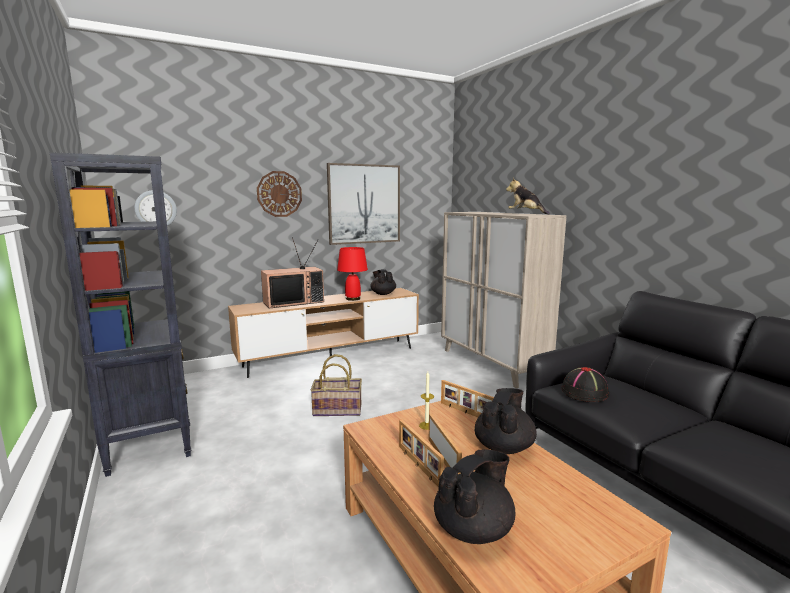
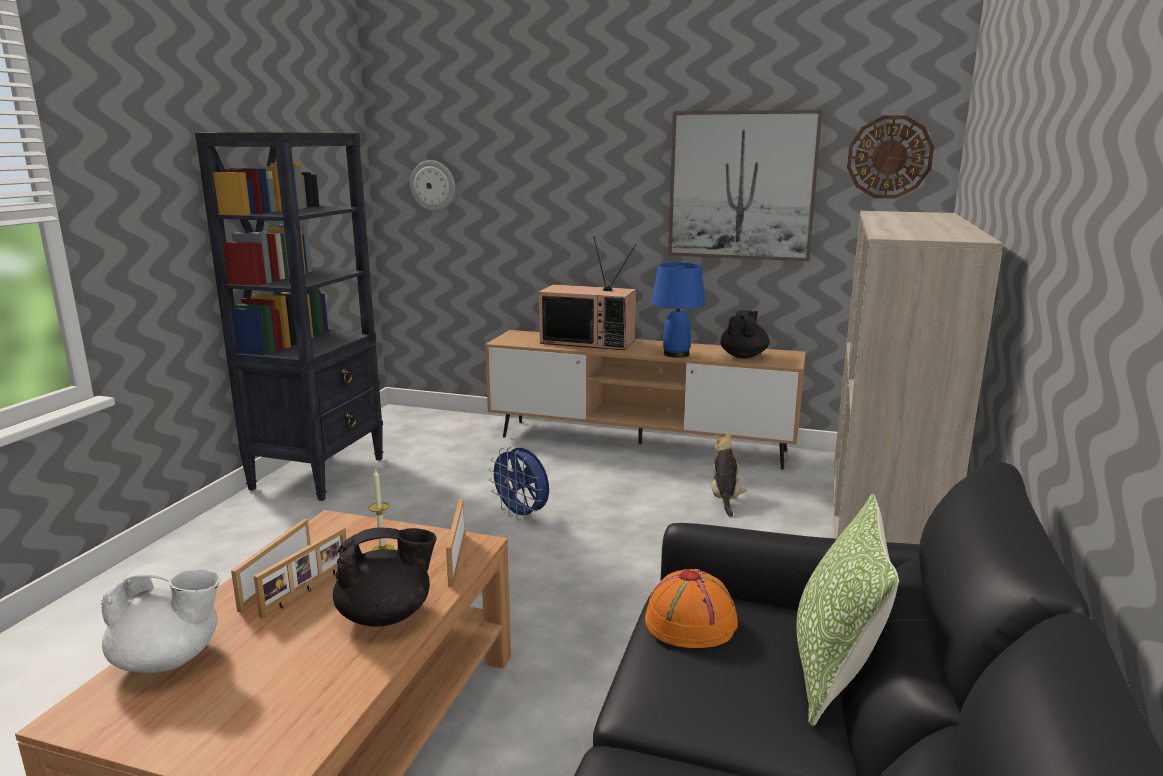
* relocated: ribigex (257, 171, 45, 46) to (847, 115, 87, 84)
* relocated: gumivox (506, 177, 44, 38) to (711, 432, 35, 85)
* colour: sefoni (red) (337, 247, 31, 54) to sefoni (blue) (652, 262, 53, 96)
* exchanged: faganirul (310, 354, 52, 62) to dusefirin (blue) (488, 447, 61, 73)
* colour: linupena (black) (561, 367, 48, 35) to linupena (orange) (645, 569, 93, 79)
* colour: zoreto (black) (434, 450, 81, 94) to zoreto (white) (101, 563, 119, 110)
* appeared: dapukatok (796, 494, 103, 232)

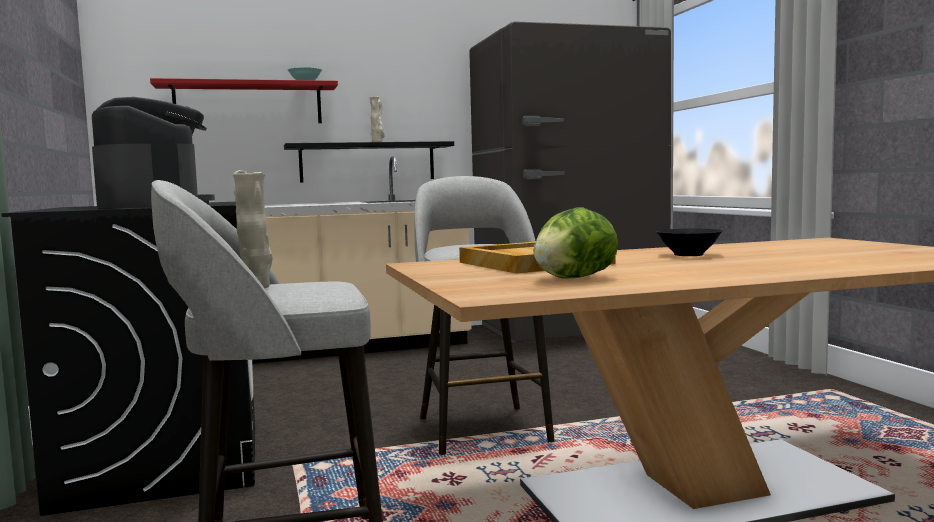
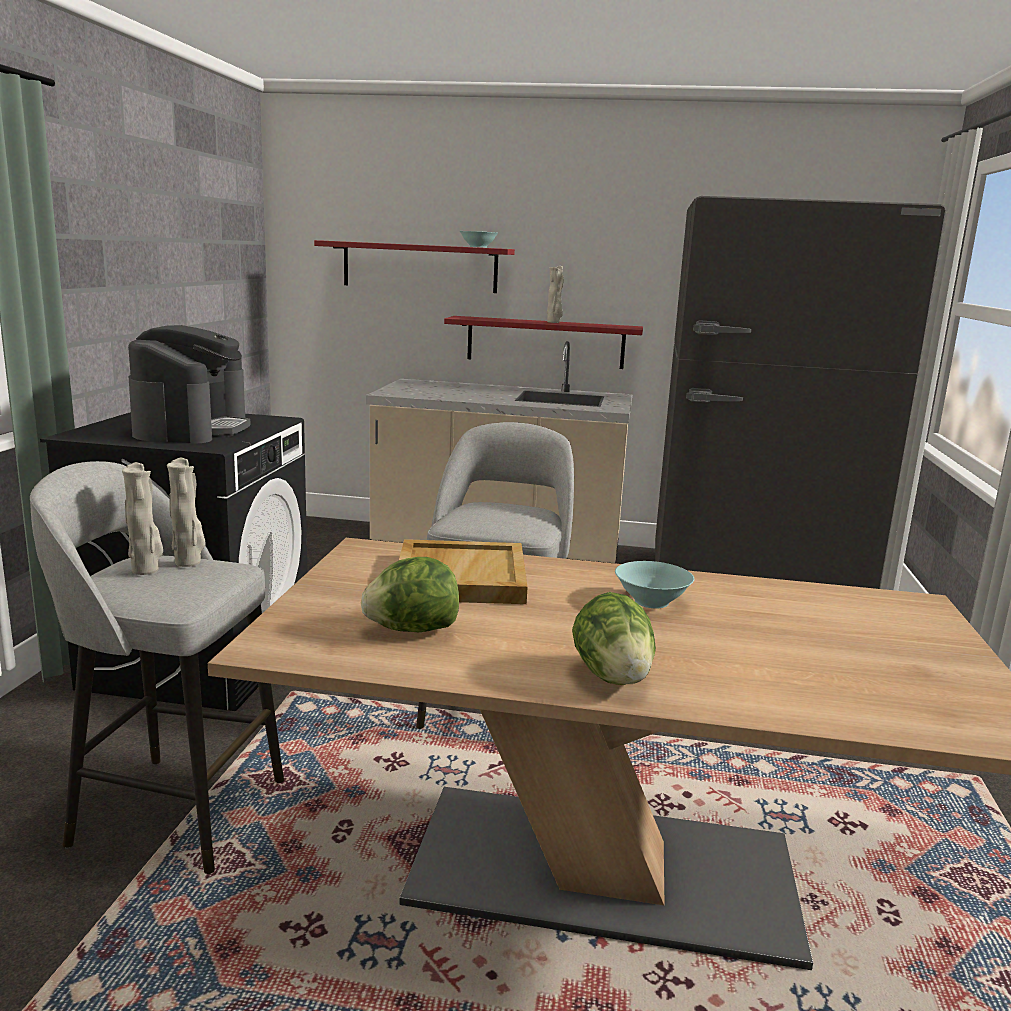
* colour: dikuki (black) (284, 141, 170, 42) to dikuki (red) (444, 316, 199, 53)
* colour: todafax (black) (656, 229, 67, 27) to todafax (turquoise) (615, 561, 79, 47)
* appeared: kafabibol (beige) (167, 458, 38, 109)
* appeared: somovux (572, 592, 84, 93)

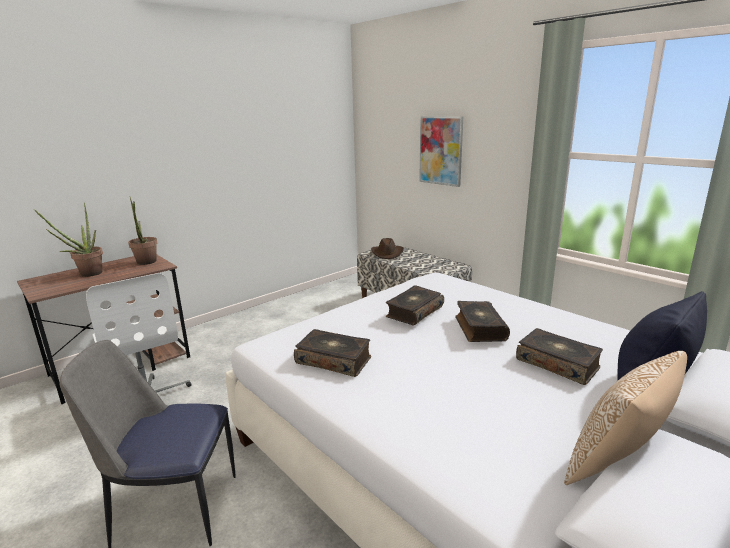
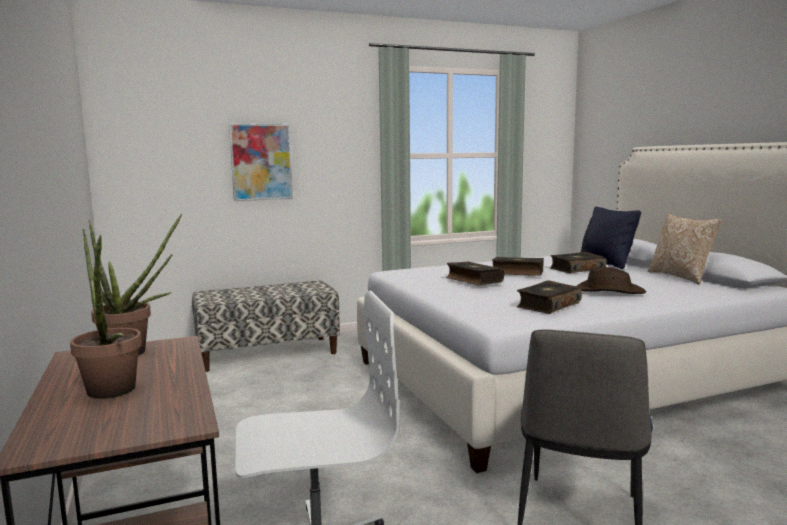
* relocated: linupena (brown) (371, 238, 33, 21) to (577, 267, 69, 27)

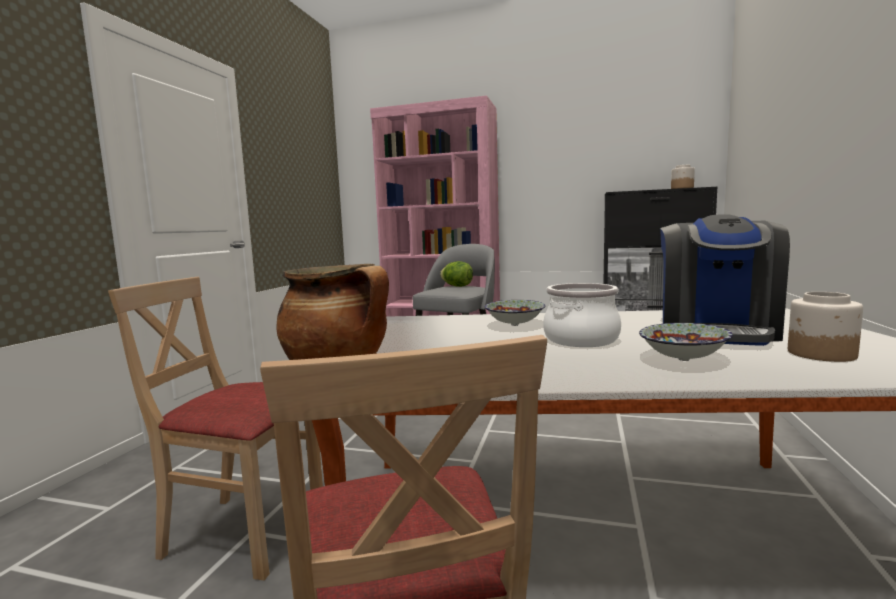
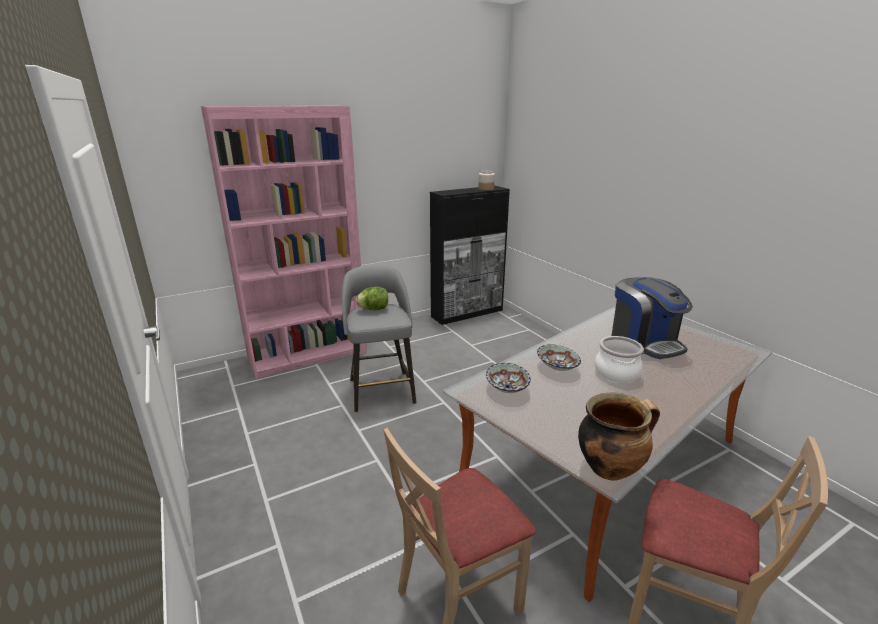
* missing: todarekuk (788, 292, 75, 70)
* relocated: todafax (639, 323, 94, 38) to (486, 363, 45, 30)

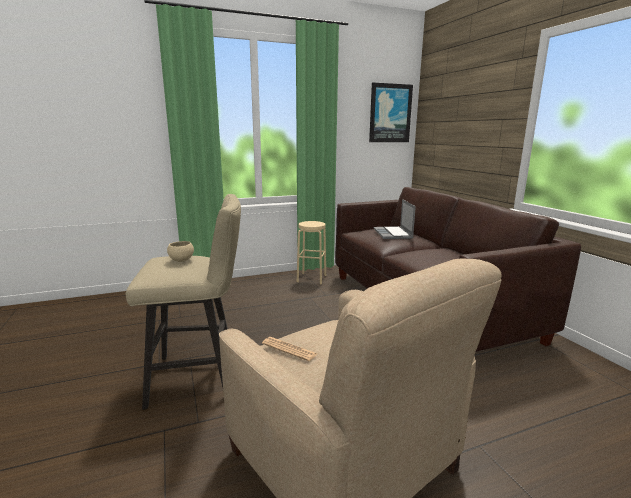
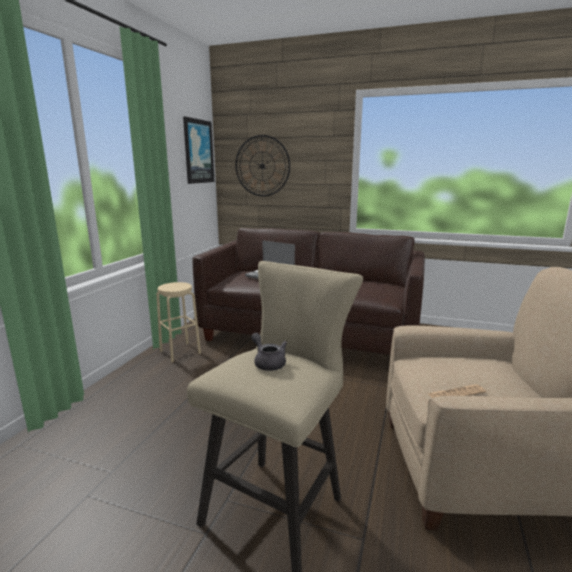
* exchanged: todafax (beige) (167, 241, 27, 21) to zoreto (grey) (251, 333, 36, 38)
* appeared: ribigex (235, 135, 55, 61)

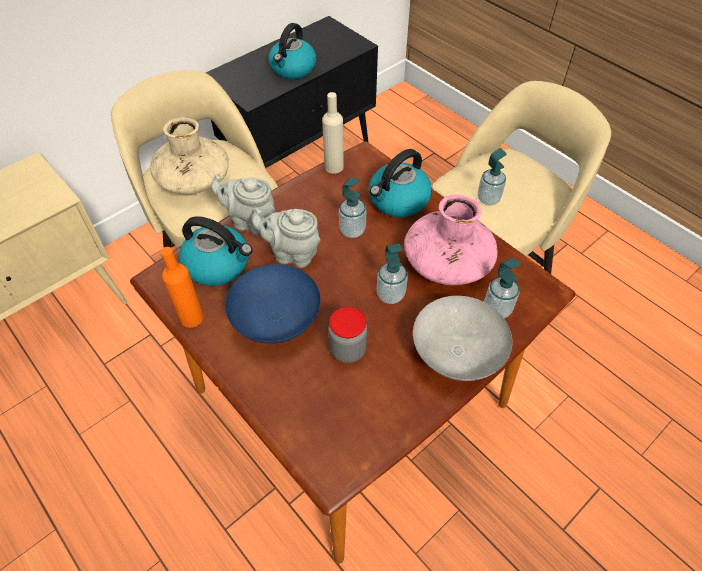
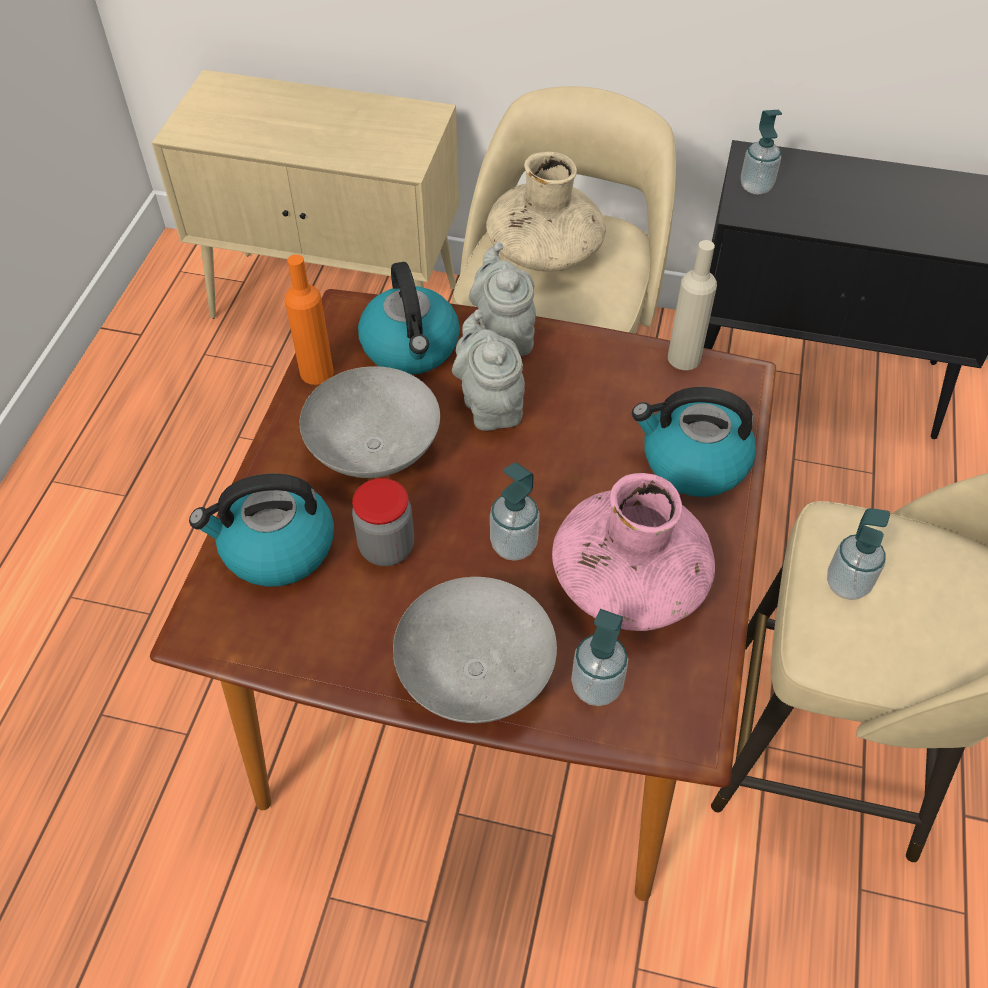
* relocated: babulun (268, 23, 48, 56) to (189, 474, 145, 113)
* relocated: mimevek (339, 178, 27, 60) to (741, 110, 41, 84)
* colour: todafax (blue) (225, 264, 95, 80) to todafax (grey) (299, 366, 141, 112)

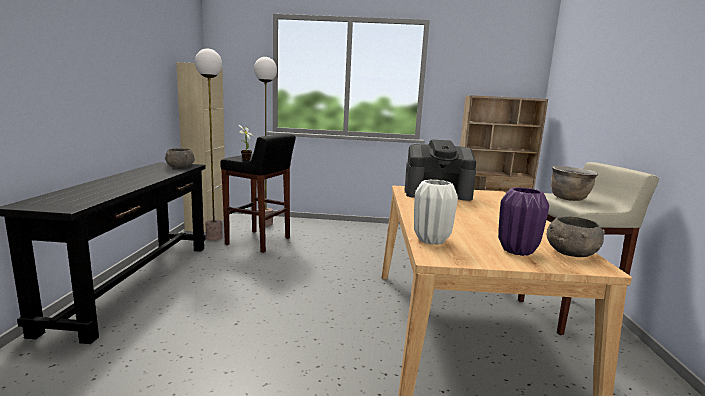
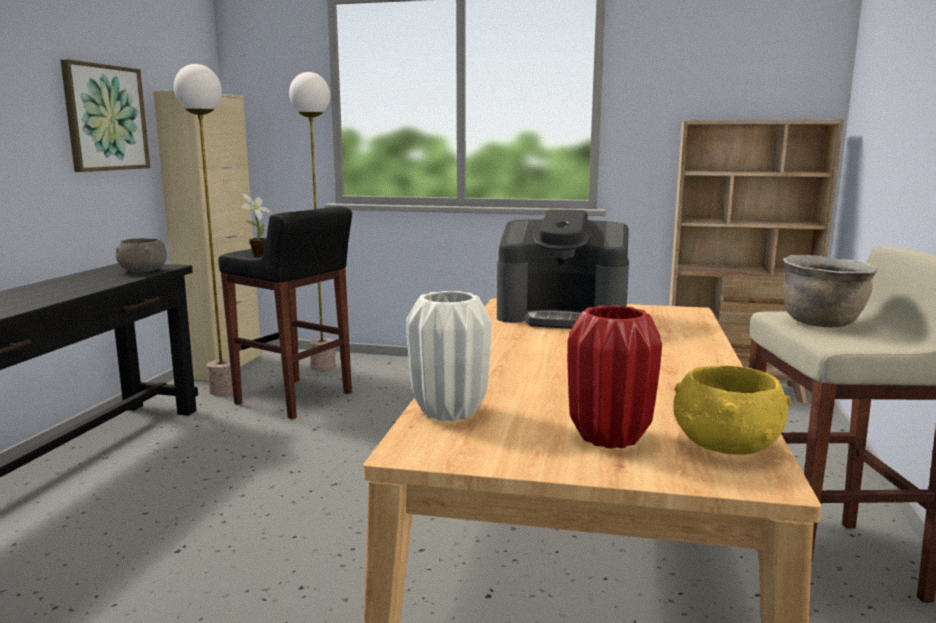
* colour: kafabibol (purple) (498, 187, 51, 69) to kafabibol (red) (567, 305, 95, 144)
* colour: todafax (grey) (547, 216, 58, 41) to todafax (yellow) (673, 365, 118, 90)
* appeared: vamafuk (60, 59, 90, 113)

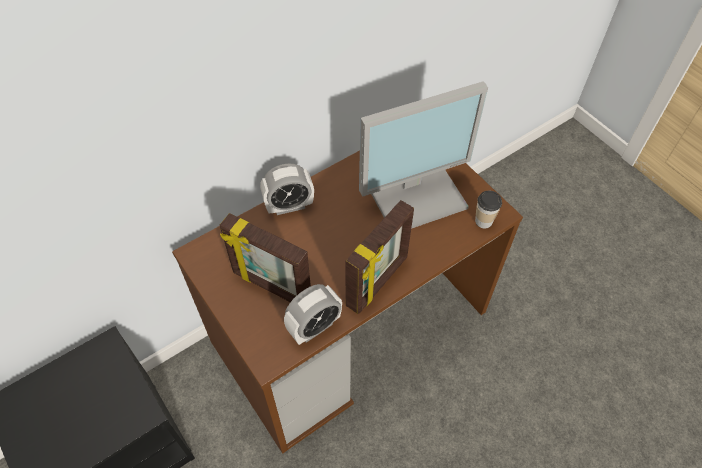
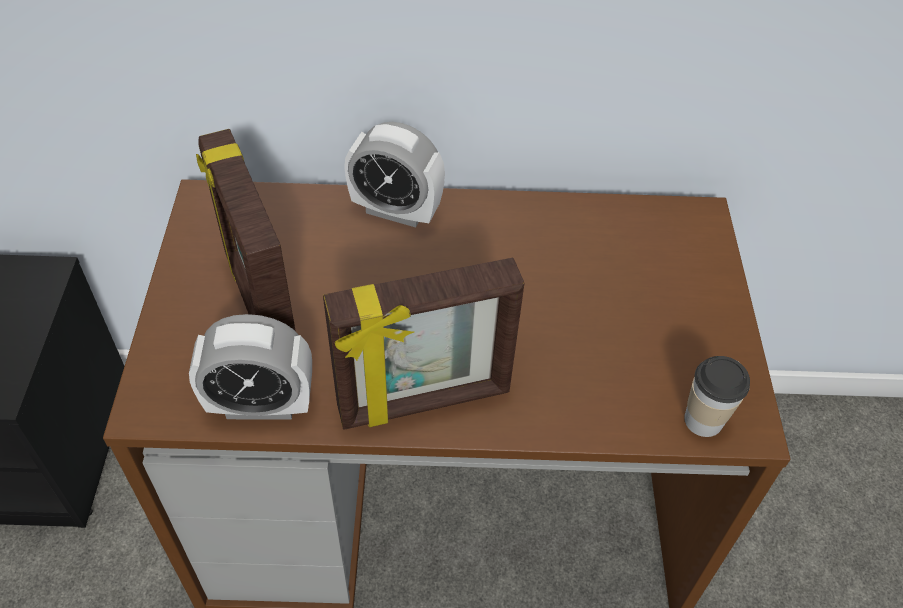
* missing: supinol (359, 81, 129, 148)

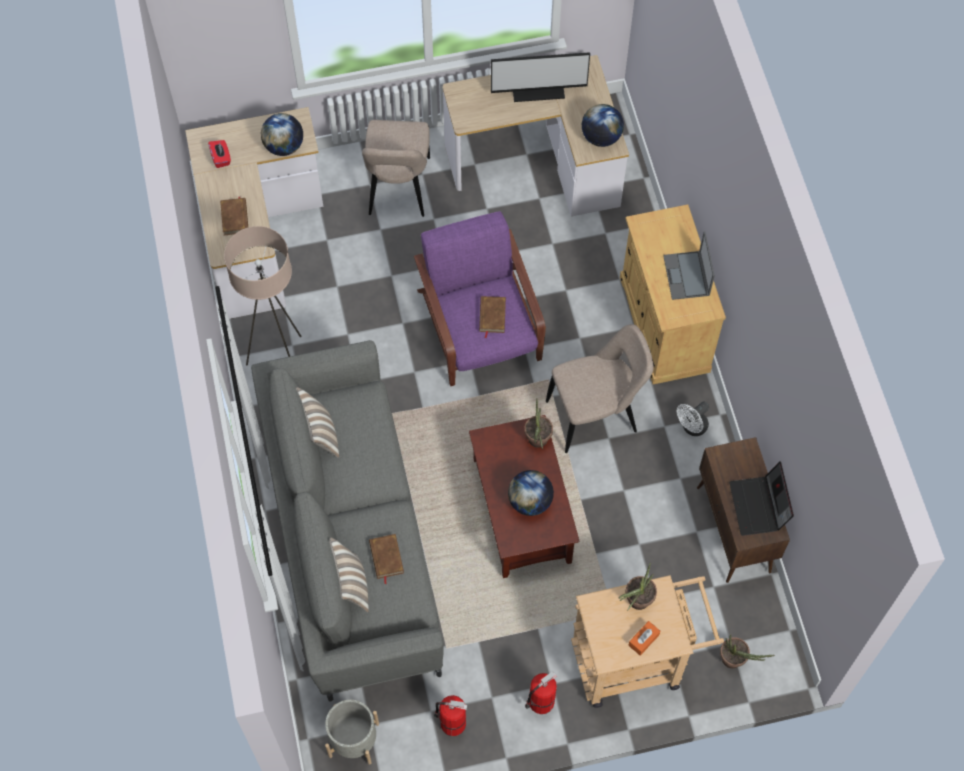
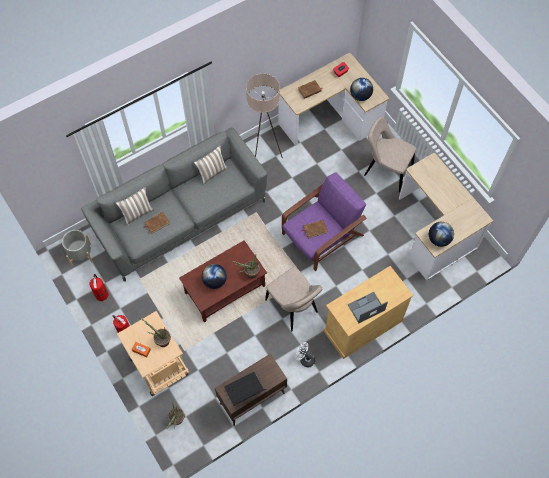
* missing: supinol (491, 52, 99, 50)
* spun: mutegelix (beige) (362, 120, 68, 97) = (364, 116, 52, 76) 45 degrees clockwise

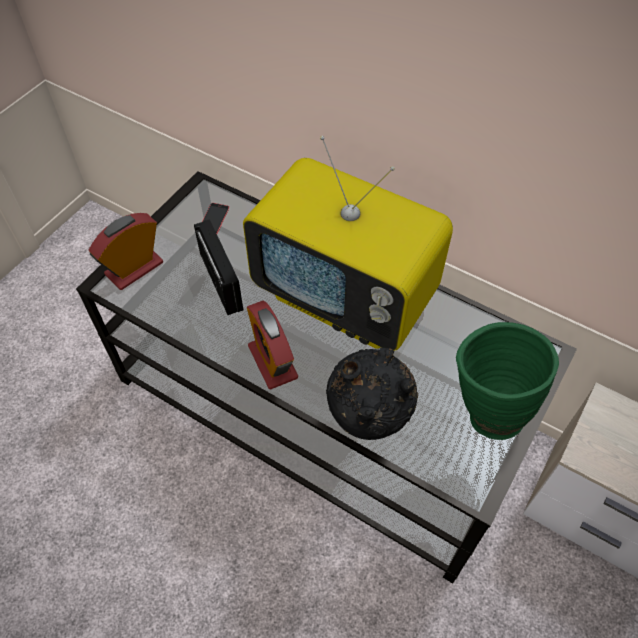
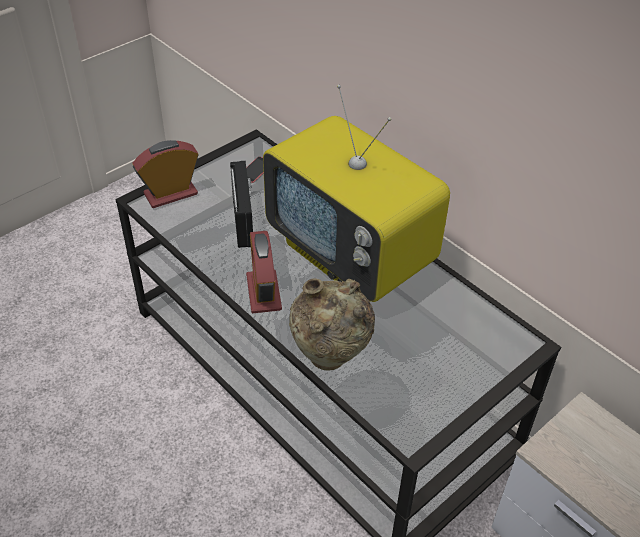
* missing: kafabibol (green) (456, 322, 103, 118)
* colour: kafabibol (black) (326, 348, 92, 92) to kafabibol (beige) (289, 278, 86, 93)

